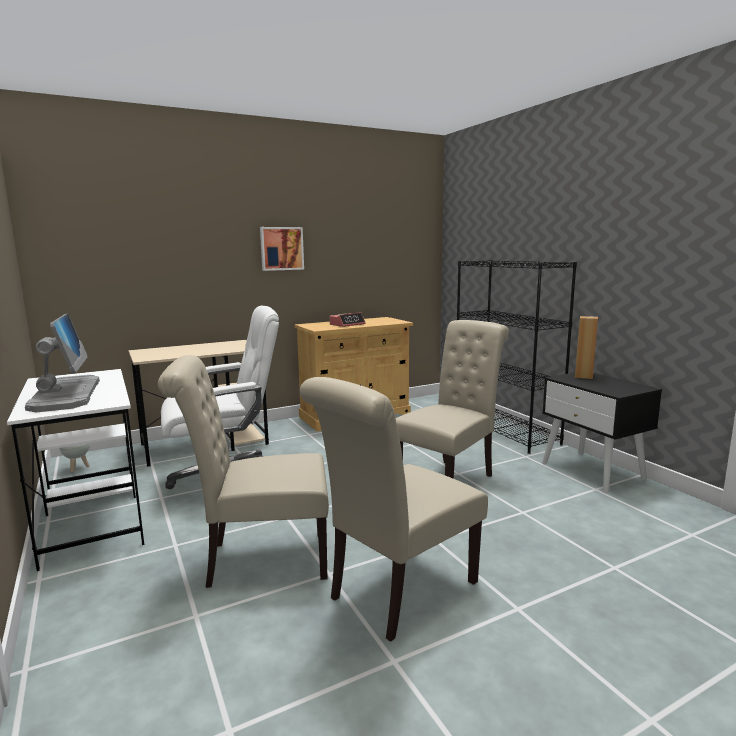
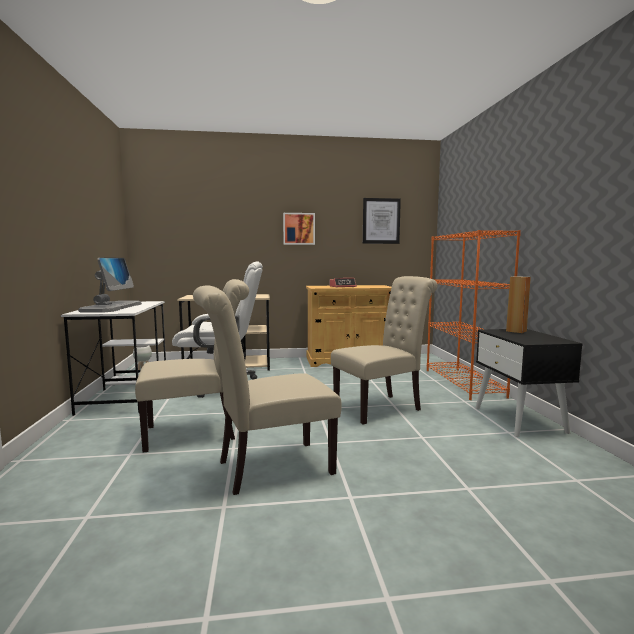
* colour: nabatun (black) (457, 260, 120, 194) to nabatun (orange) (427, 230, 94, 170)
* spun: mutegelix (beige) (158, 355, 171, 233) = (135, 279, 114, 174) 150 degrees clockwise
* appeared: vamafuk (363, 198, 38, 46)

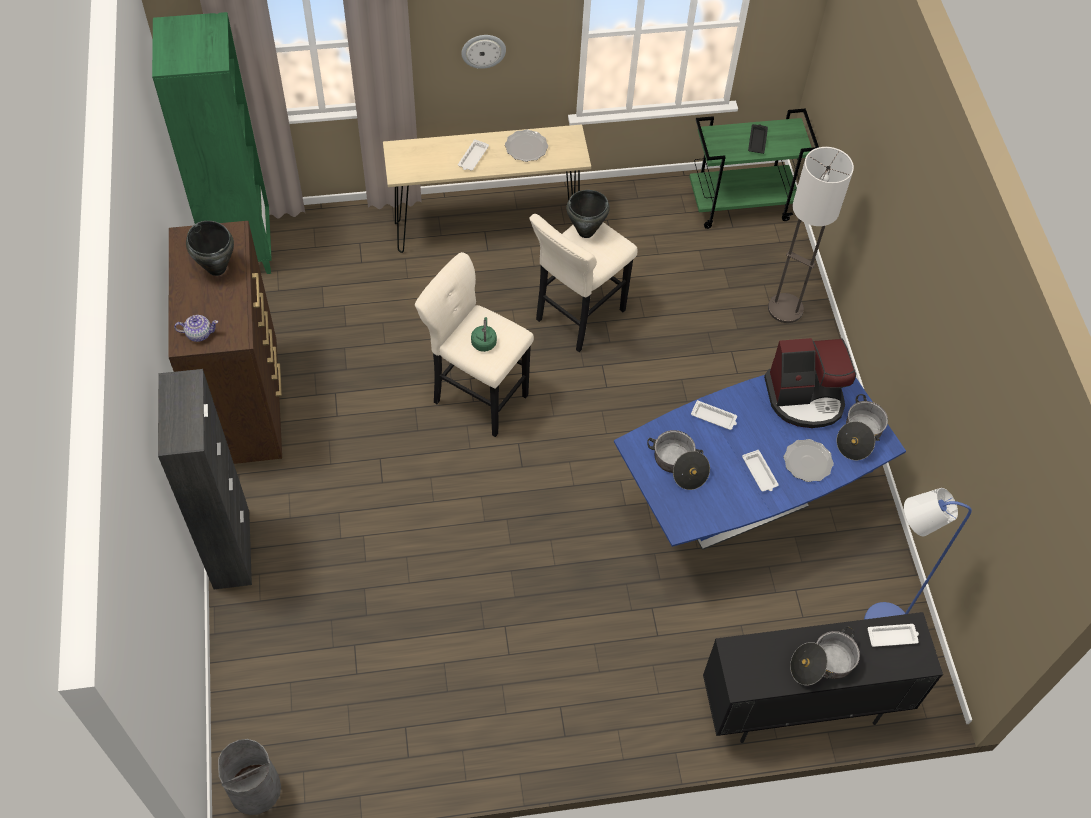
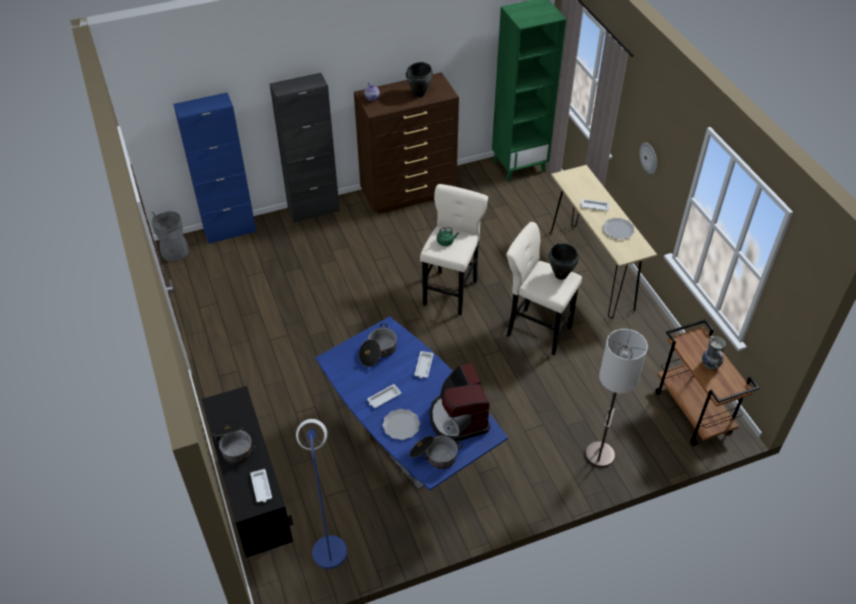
* colour: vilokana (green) (689, 109, 130, 120) to vilokana (brown) (655, 319, 105, 127)
* exchanged: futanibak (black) (748, 124, 20, 30) to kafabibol (702, 336, 24, 34)
* appeared: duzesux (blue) (173, 93, 83, 151)

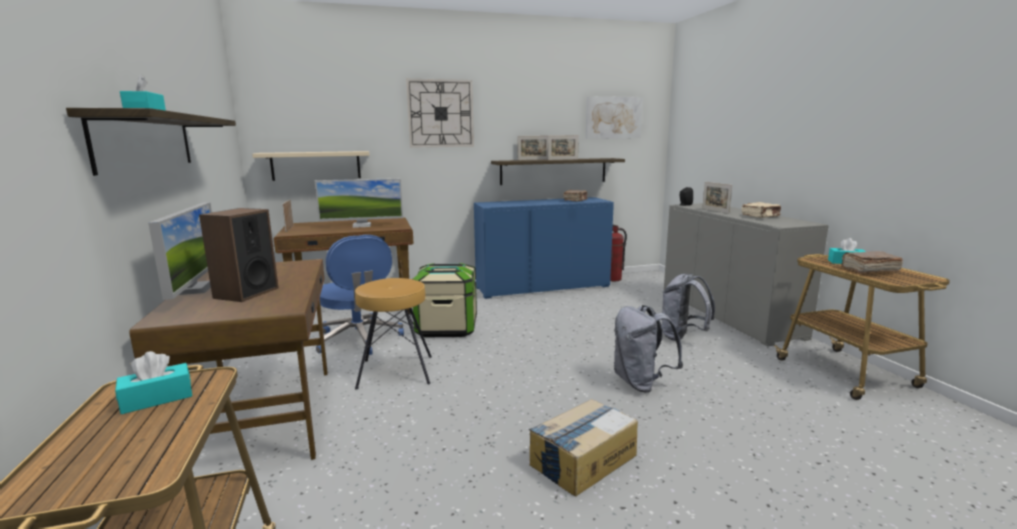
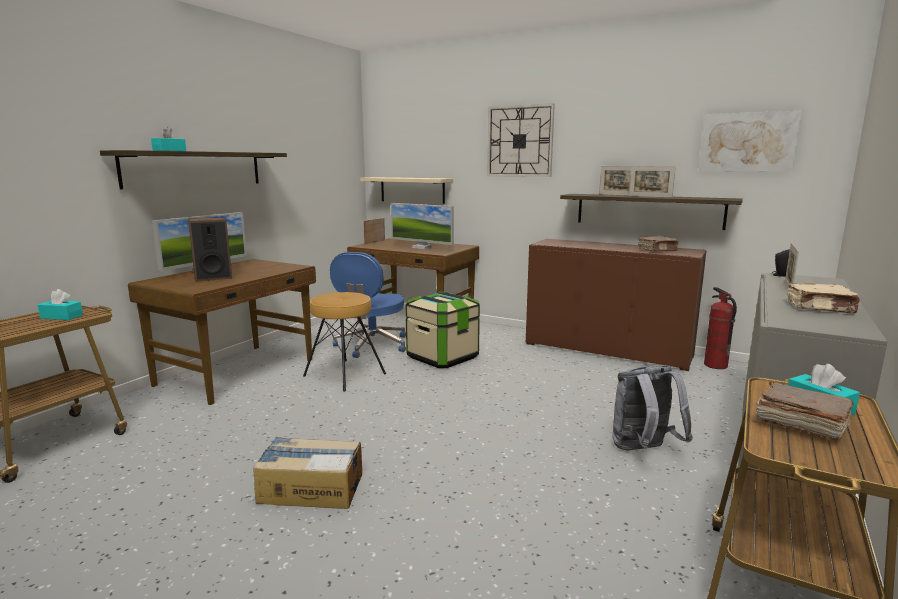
* colour: duzesux (blue) (474, 197, 140, 102) to duzesux (brown) (526, 239, 181, 132)
* missing: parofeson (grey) (614, 305, 69, 88)

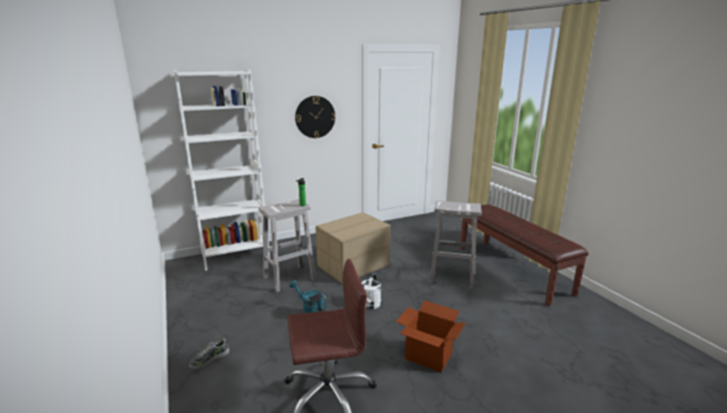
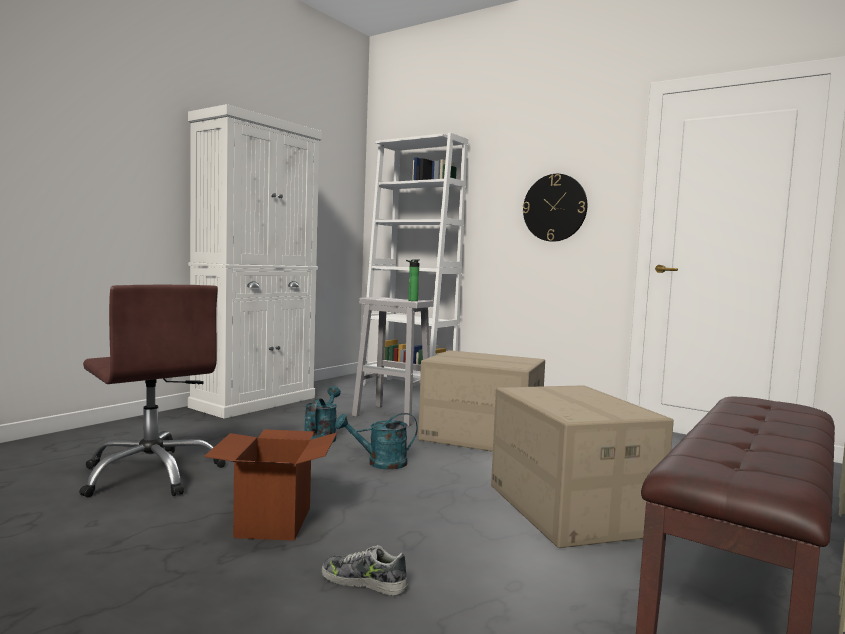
* exchanged: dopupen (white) (429, 200, 52, 89) to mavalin (491, 385, 183, 163)
* colour: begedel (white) (362, 273, 19, 36) to begedel (turquoise) (335, 413, 83, 57)
* relocated: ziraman (189, 338, 40, 31) to (322, 545, 86, 51)
* appeared: duzesux (white) (188, 104, 134, 315)

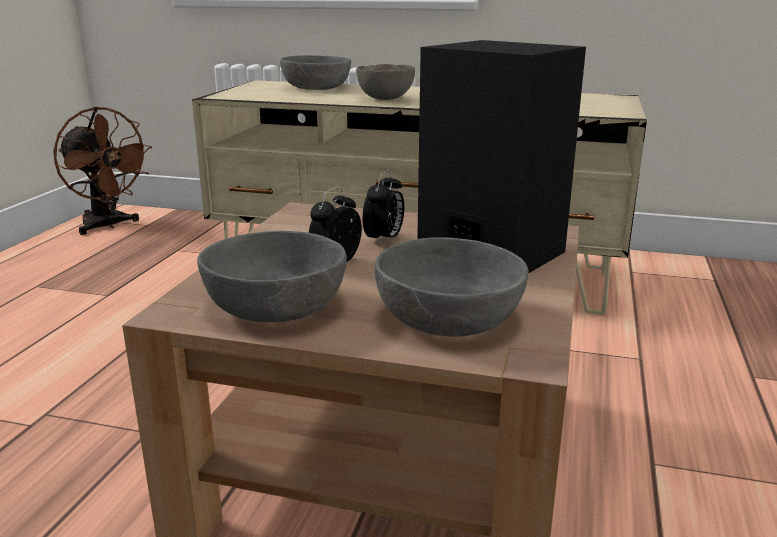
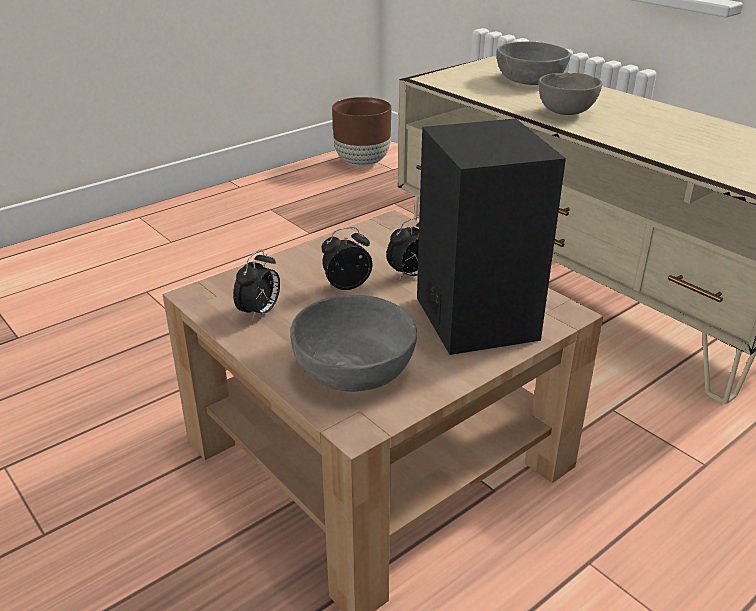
* exchanged: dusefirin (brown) (53, 107, 99, 128) to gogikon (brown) (332, 97, 59, 69)
* exchanged: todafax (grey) (197, 231, 150, 91) to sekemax (233, 249, 47, 73)

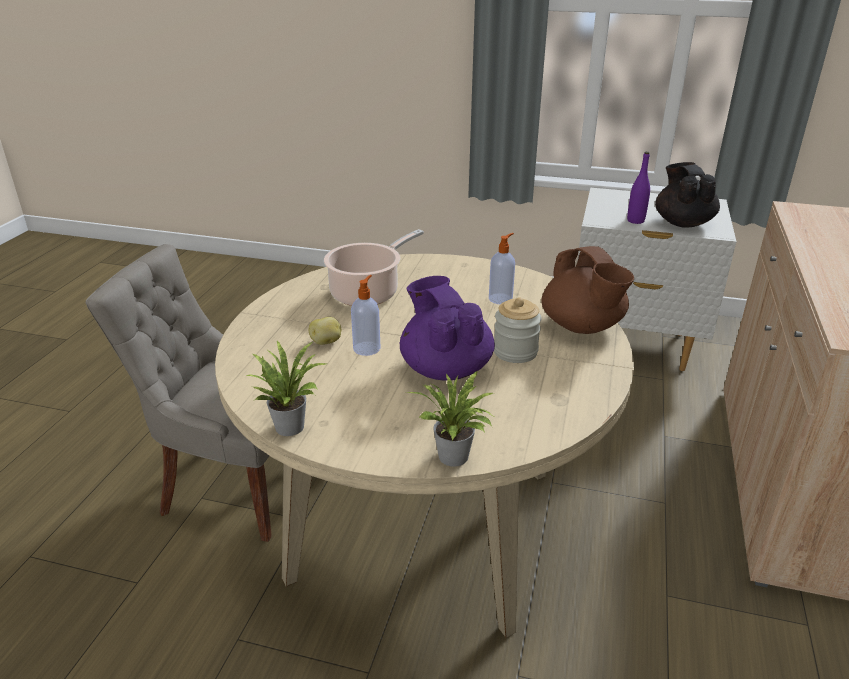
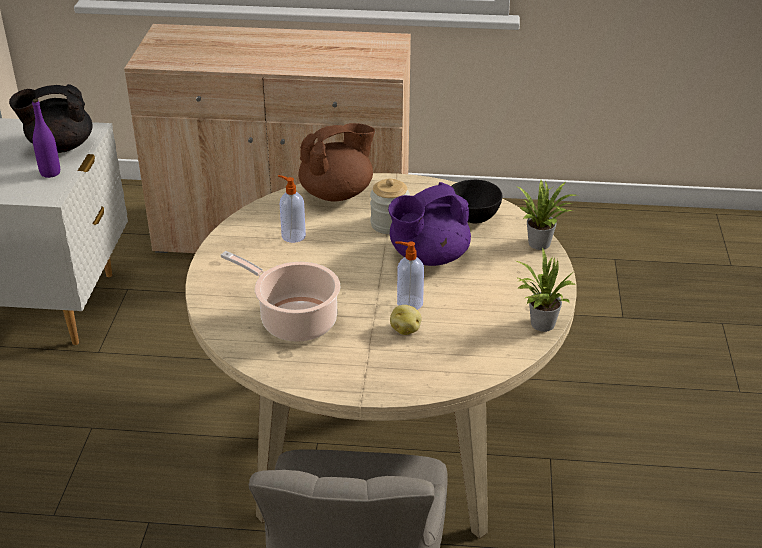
* appeared: todafax (black) (452, 180, 51, 43)

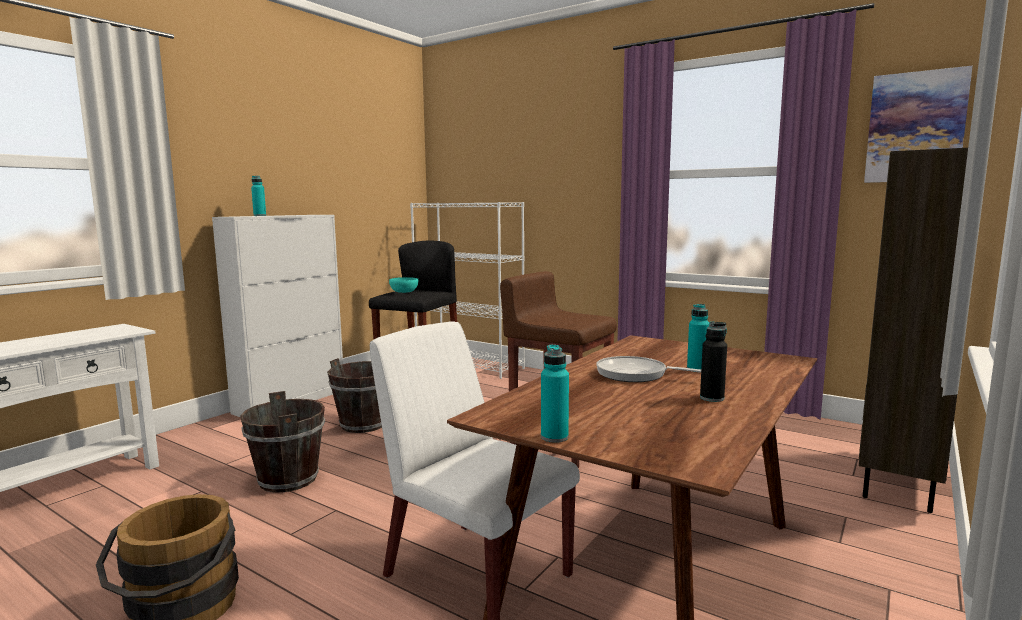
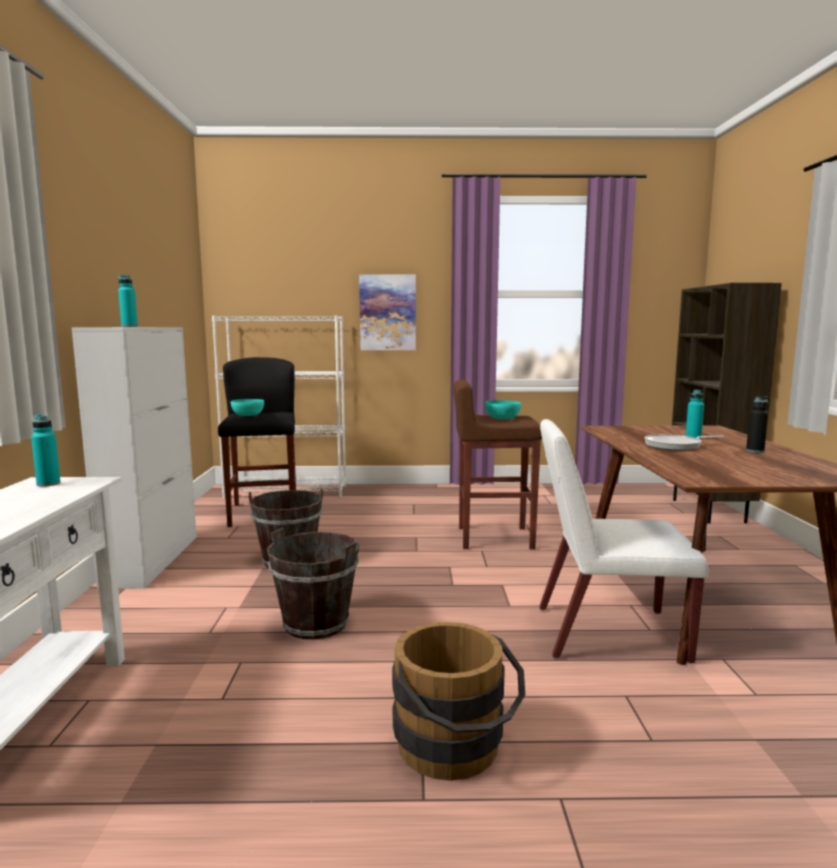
* relocated: vamafuk (864, 65, 109, 118) to (359, 275, 57, 75)
* relocated: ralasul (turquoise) (541, 344, 28, 99) to (31, 414, 30, 73)
* appeared: todafax (turquoise) (485, 400, 36, 19)

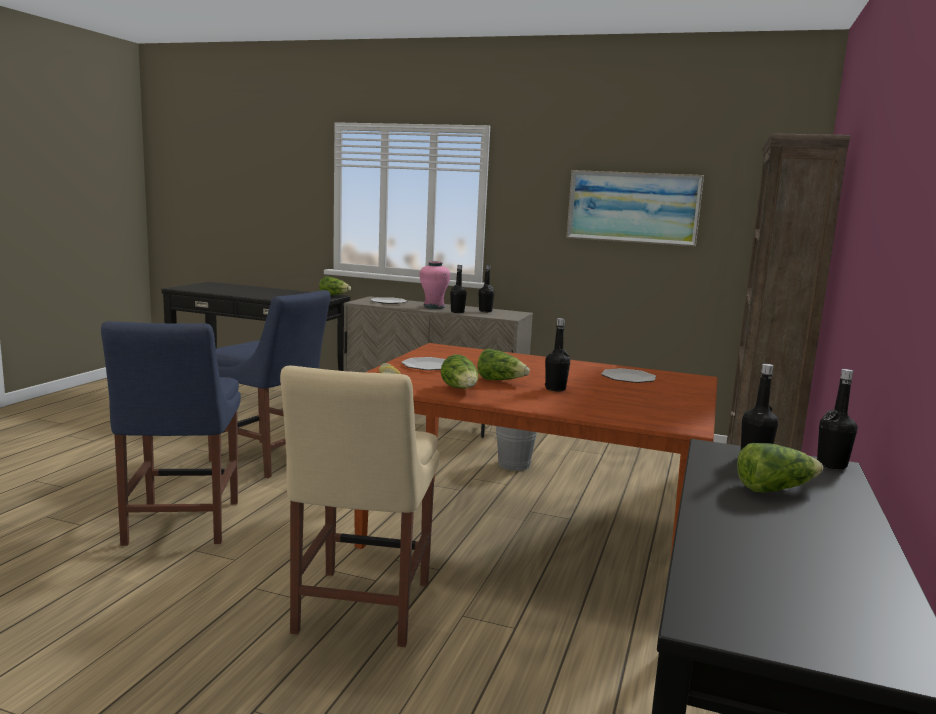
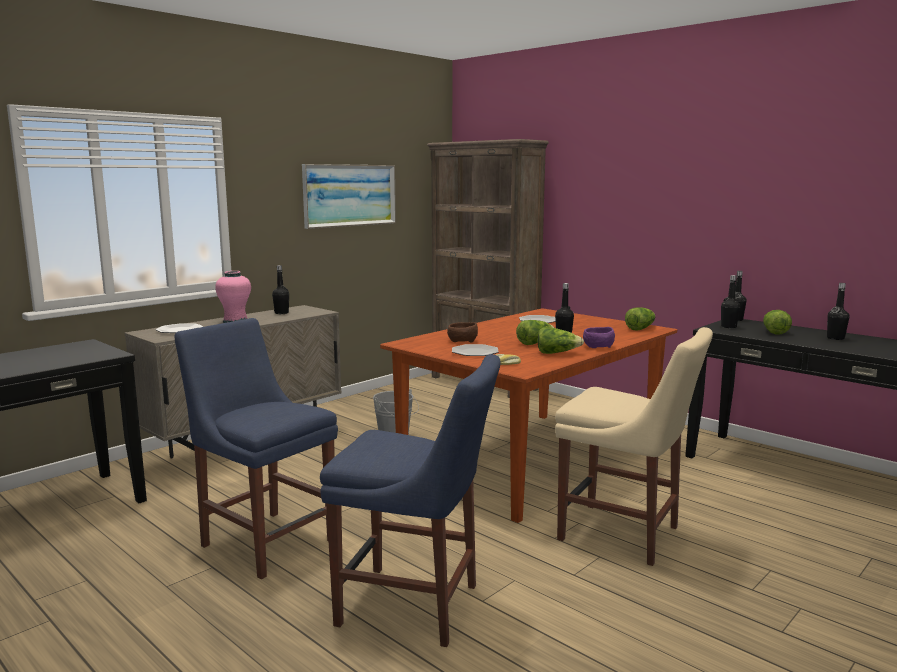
* relocated: ralasul (black) (450, 265, 17, 48) to (827, 283, 23, 57)
* relocated: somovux (319, 276, 32, 19) to (625, 307, 30, 24)
* spun: mutegelix (blue) (208, 290, 123, 188) = (175, 318, 163, 261) 105 degrees counterclockwise
* appeared: todafax (brown) (447, 322, 31, 20)
* appeared: todafax (purple) (583, 327, 32, 21)

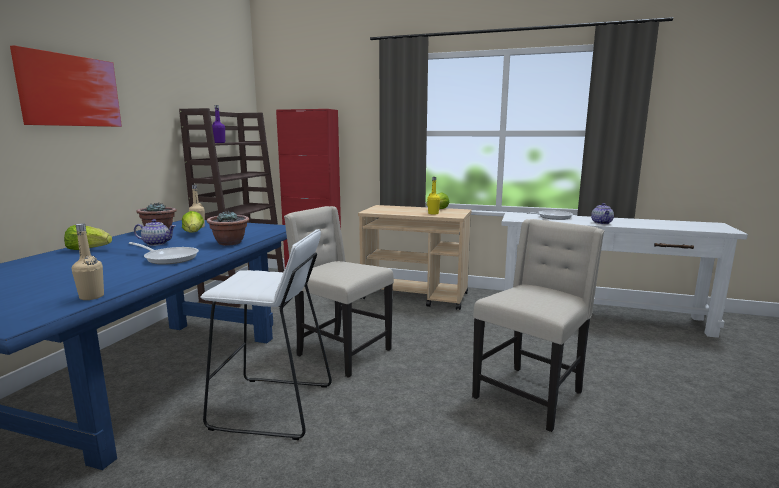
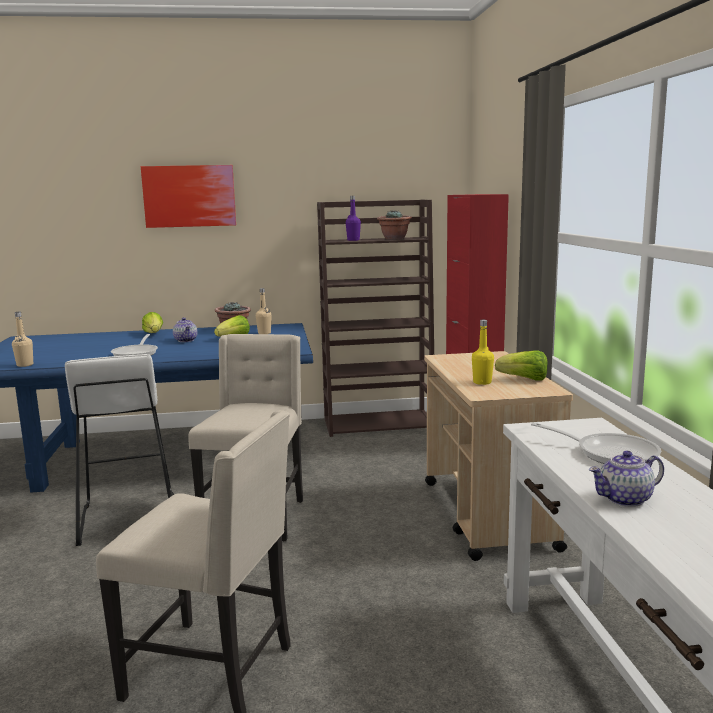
* relocated: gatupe (207, 211, 42, 34) to (377, 210, 35, 30)

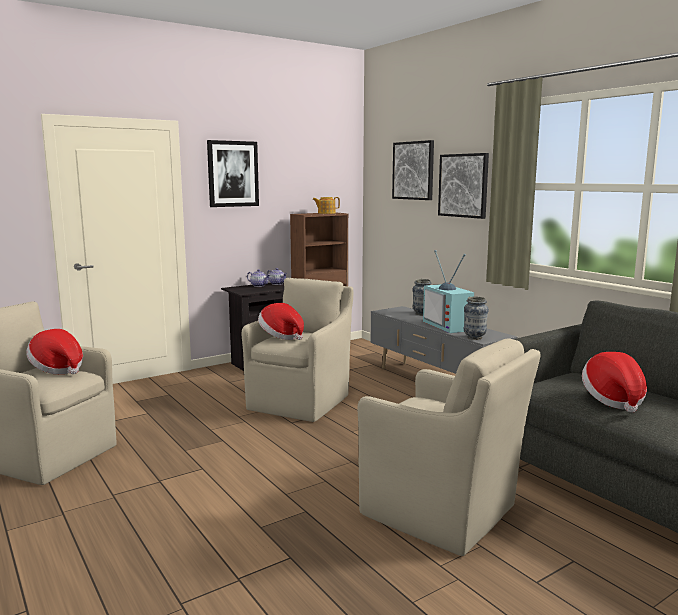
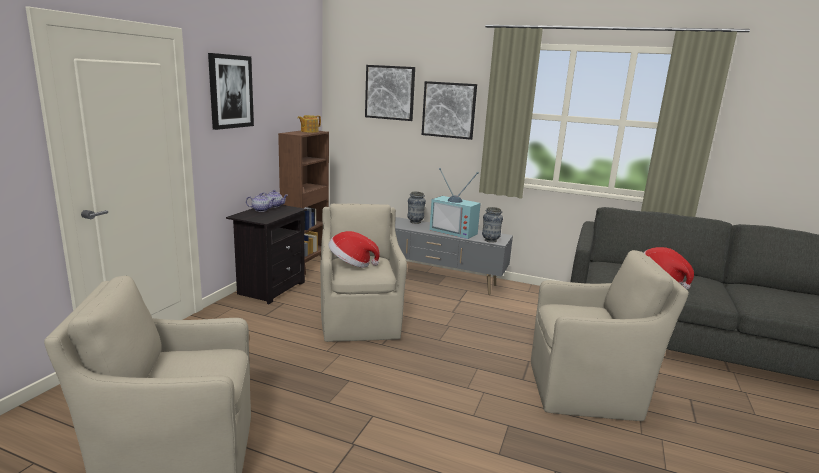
* missing: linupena (26, 329, 57, 45)

